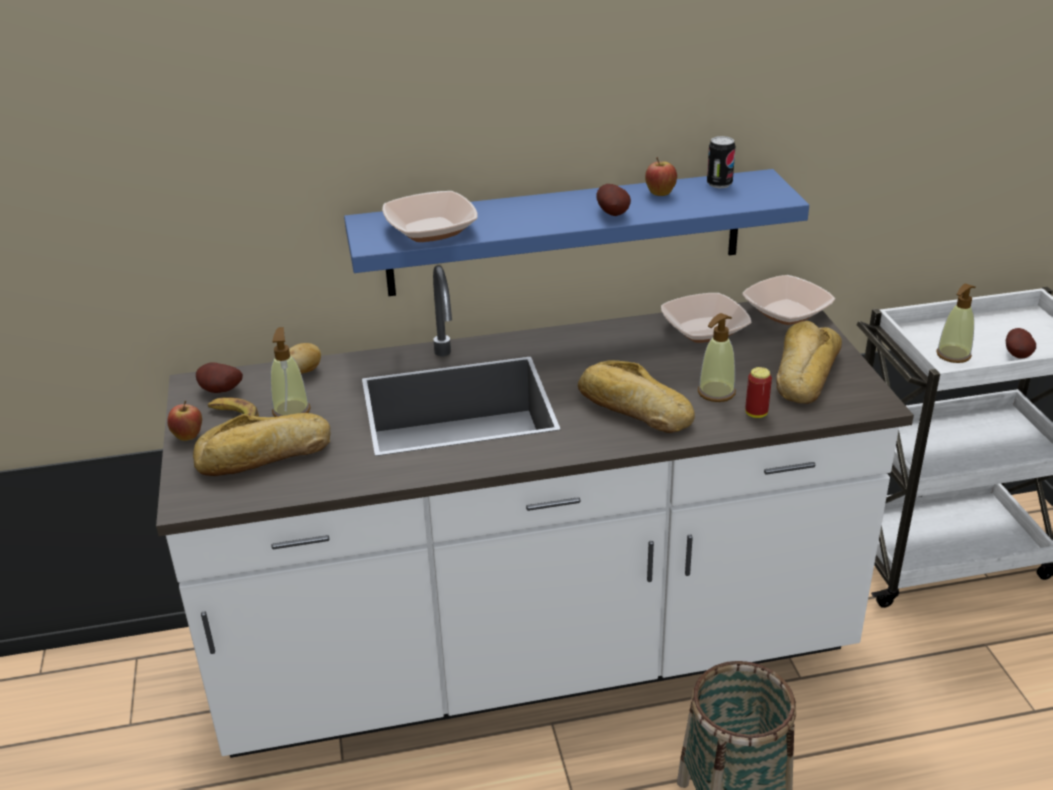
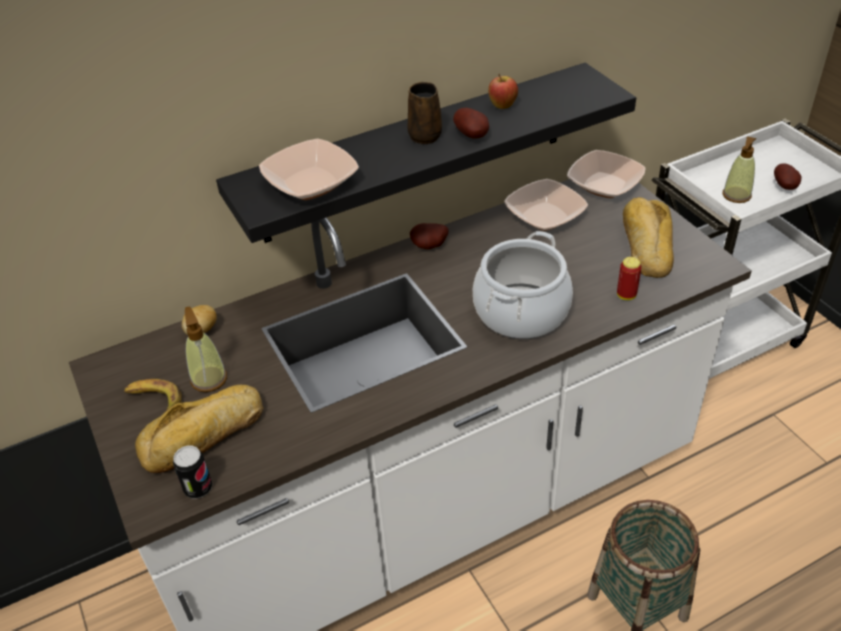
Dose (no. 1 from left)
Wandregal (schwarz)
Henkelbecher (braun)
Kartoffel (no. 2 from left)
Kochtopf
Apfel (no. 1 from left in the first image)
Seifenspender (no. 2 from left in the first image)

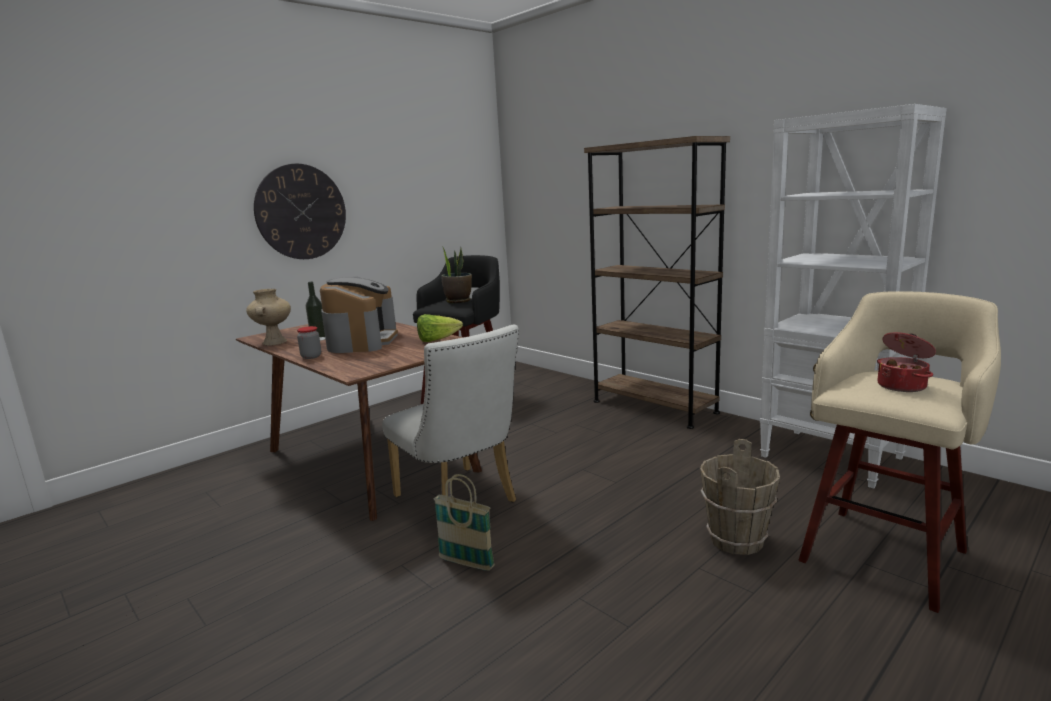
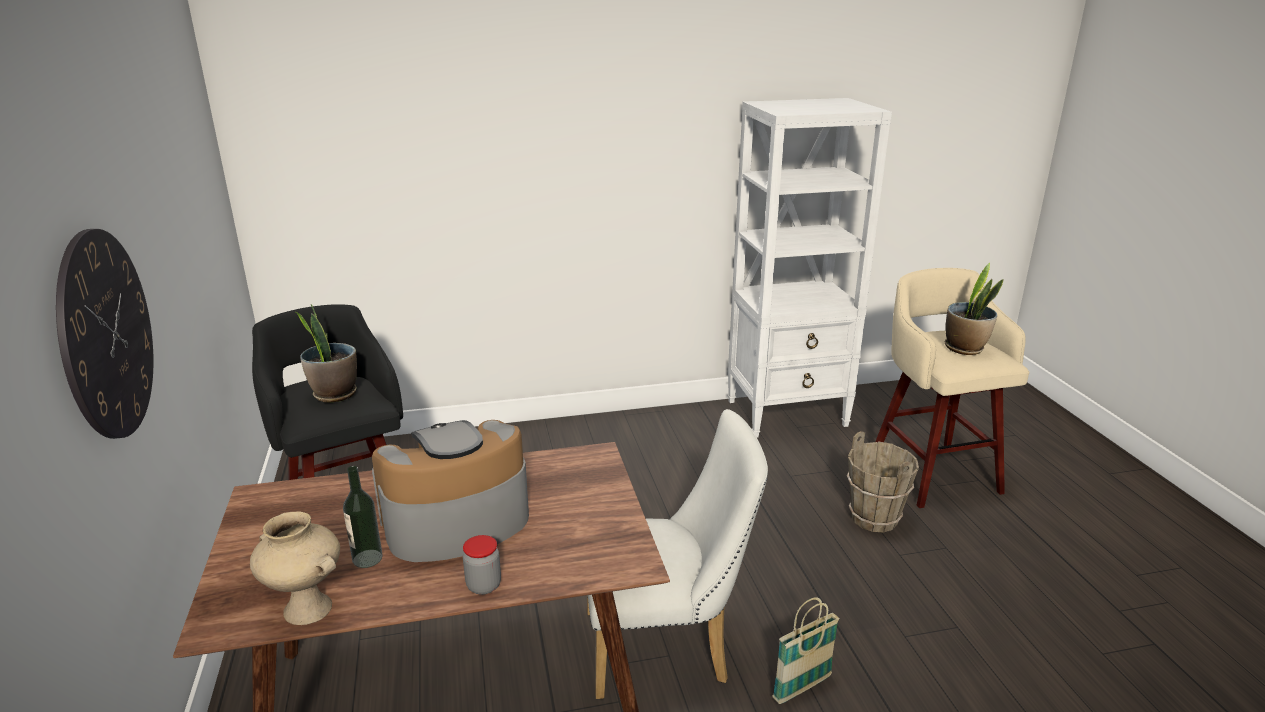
Kaffeemaschine
Topfpflanze (no. 2 from left)
Salatkopf
Bücherregal (braun)

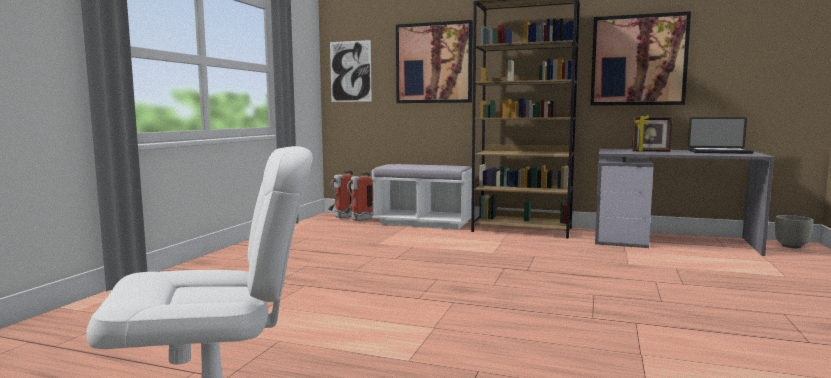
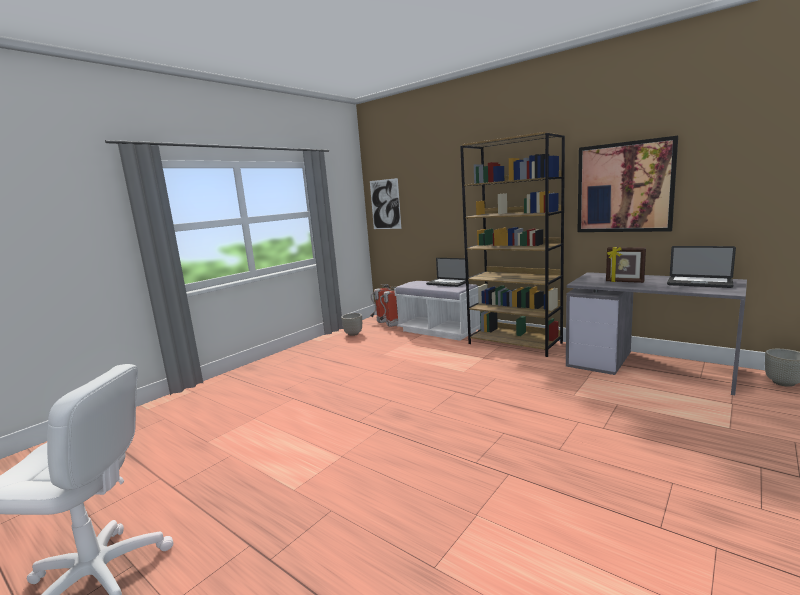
Pflanzkübel (grau) (no. 1 from left)
Laptop (no. 1 from left)
Bild (no. 2 from left in the first image)

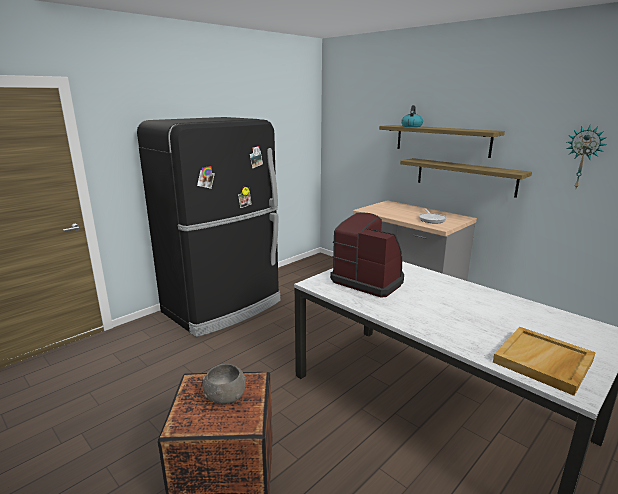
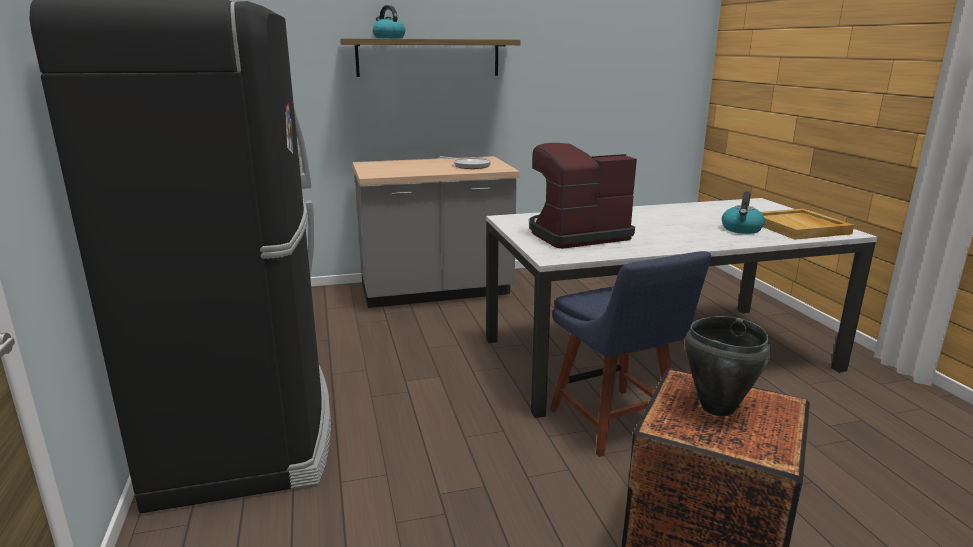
Stuhl (blau)
Kochtopf (schwarz)
Wasserkessel (no. 2 from left)
Wandregal (no. 2 from left in the first image)
Wanduhr

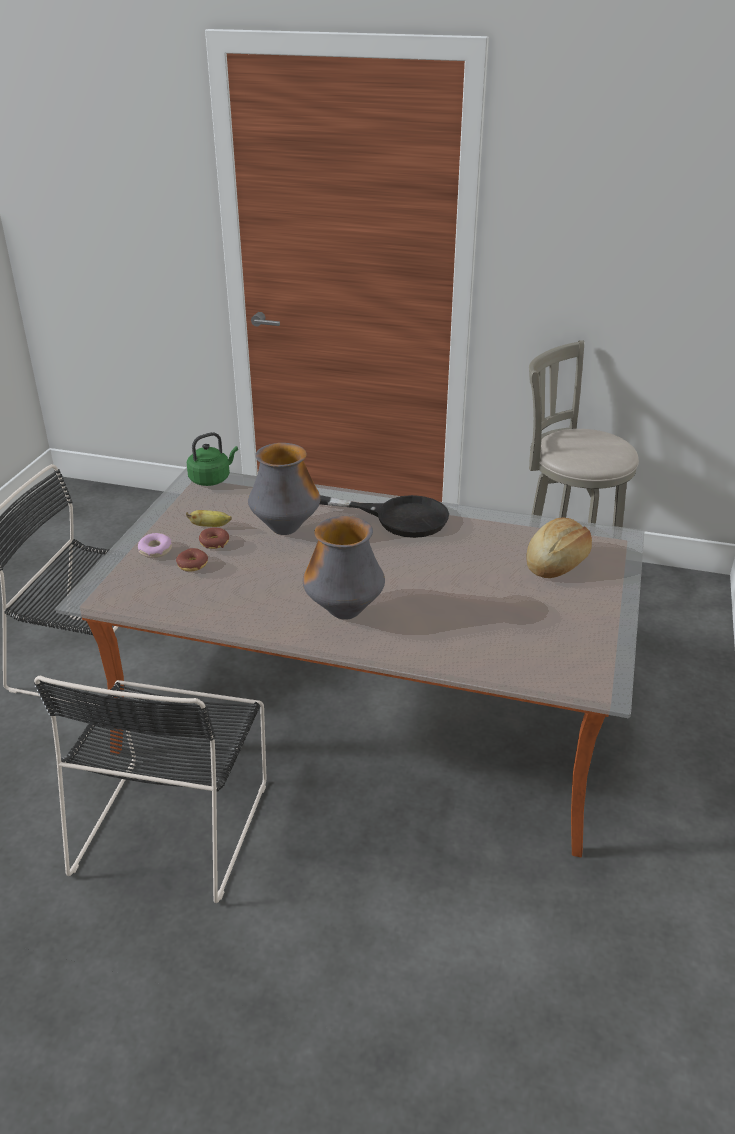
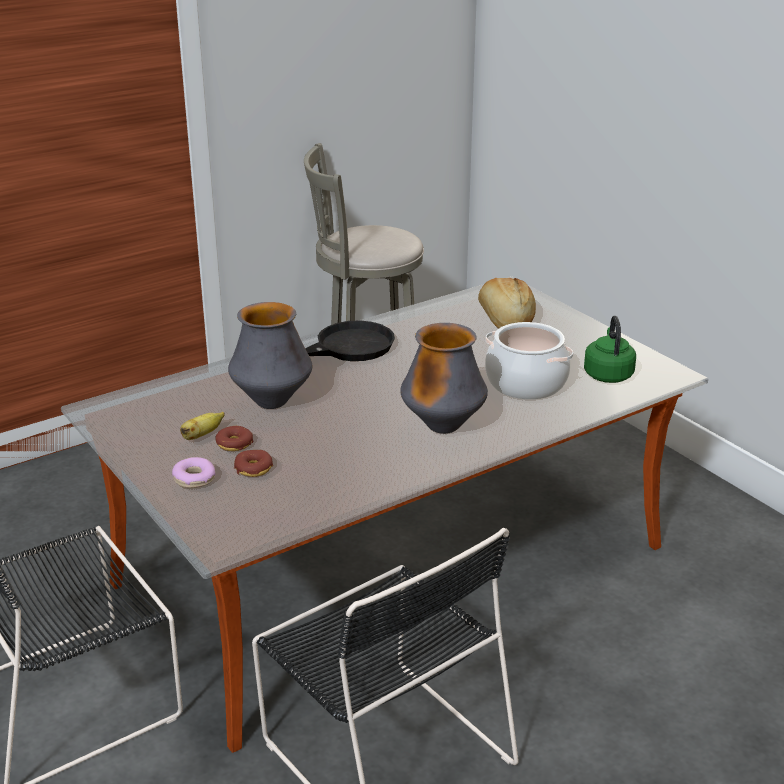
Kochtopf
Wasserkessel (grün)

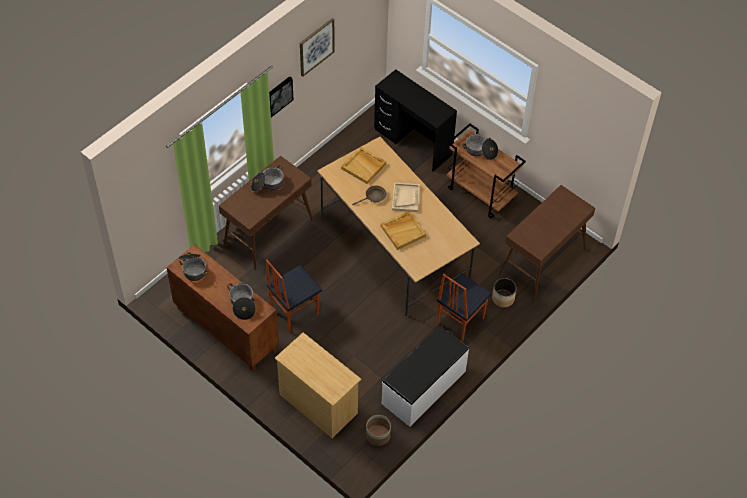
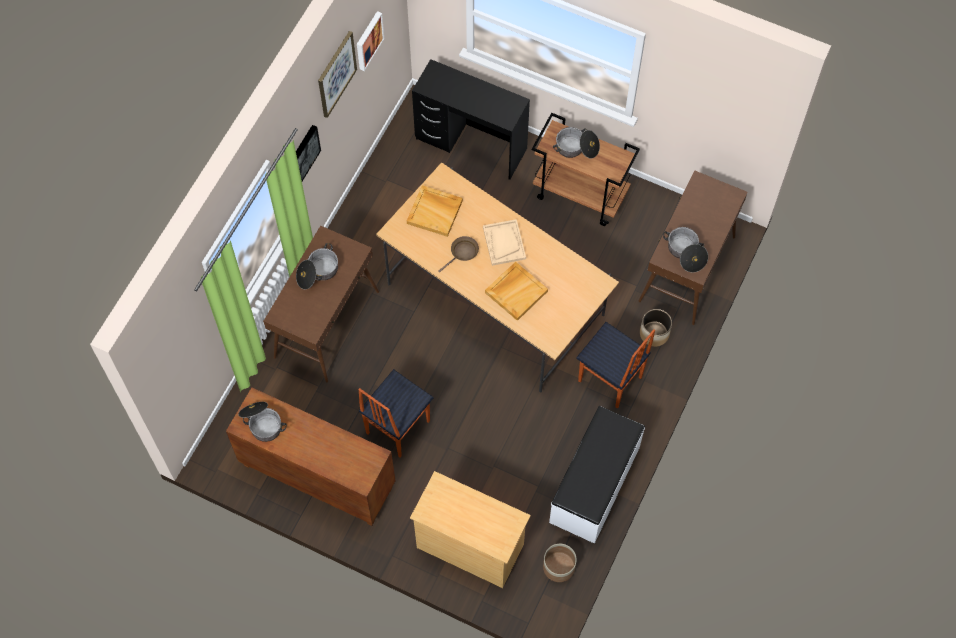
Bild (no. 3 from left)
Stuhl (no. 2 from left)
Kochtopf (no. 4 from left)

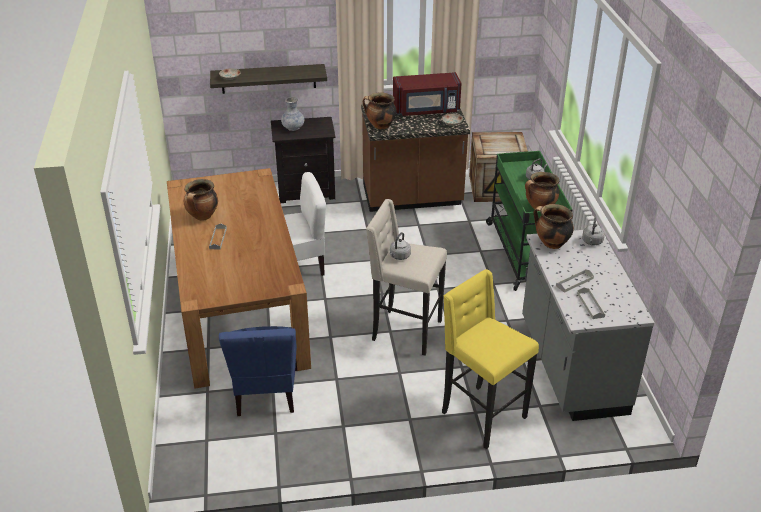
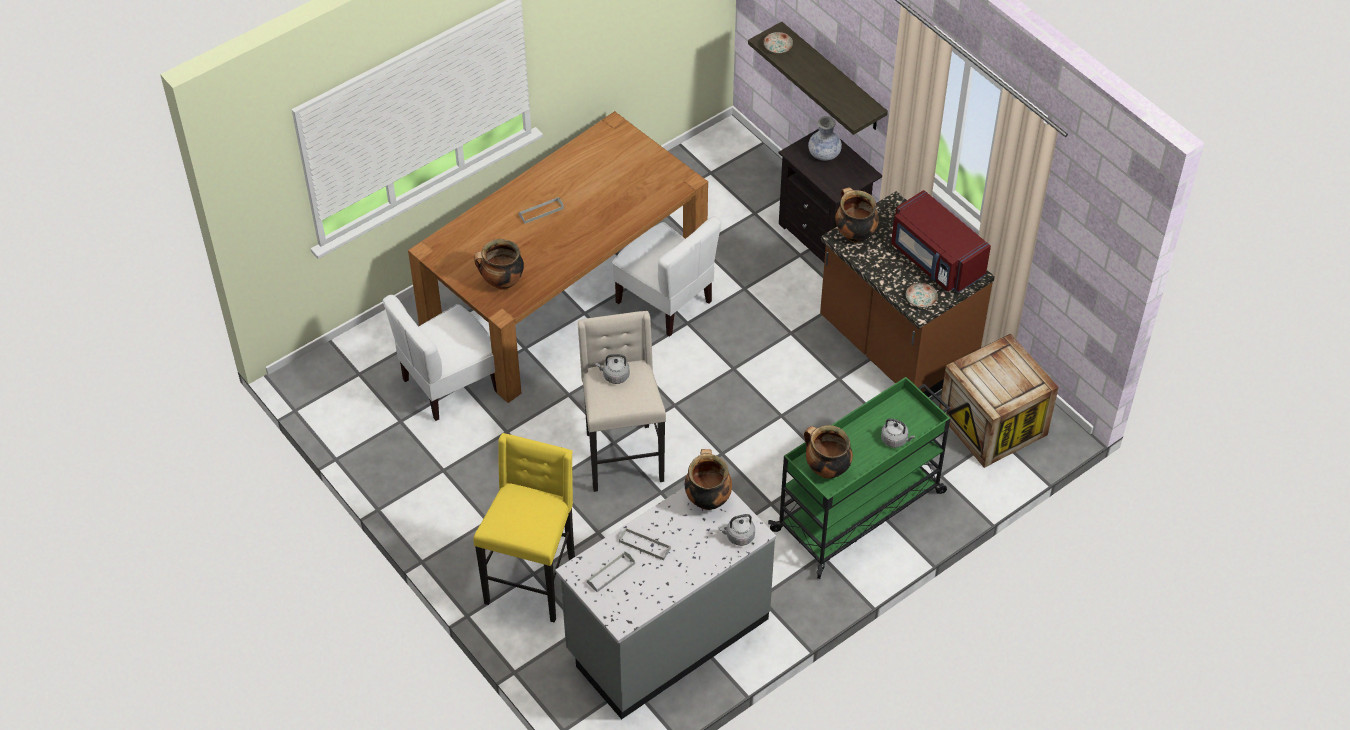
Stuhl (weiß) (no. 1 from left)
Kochtopf (no. 1 from left)

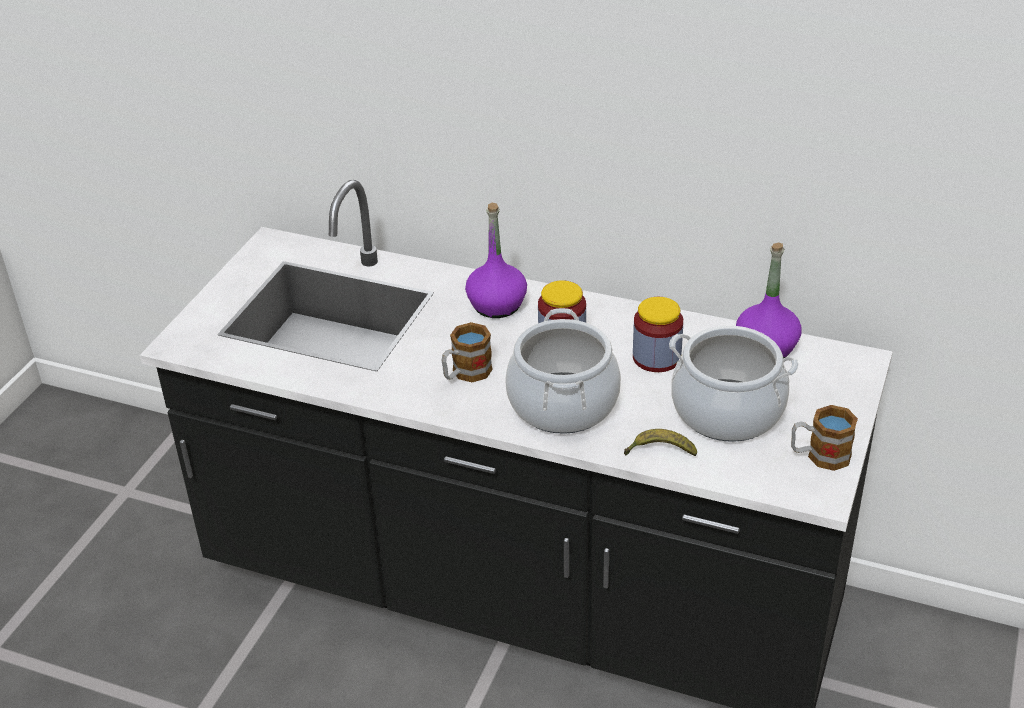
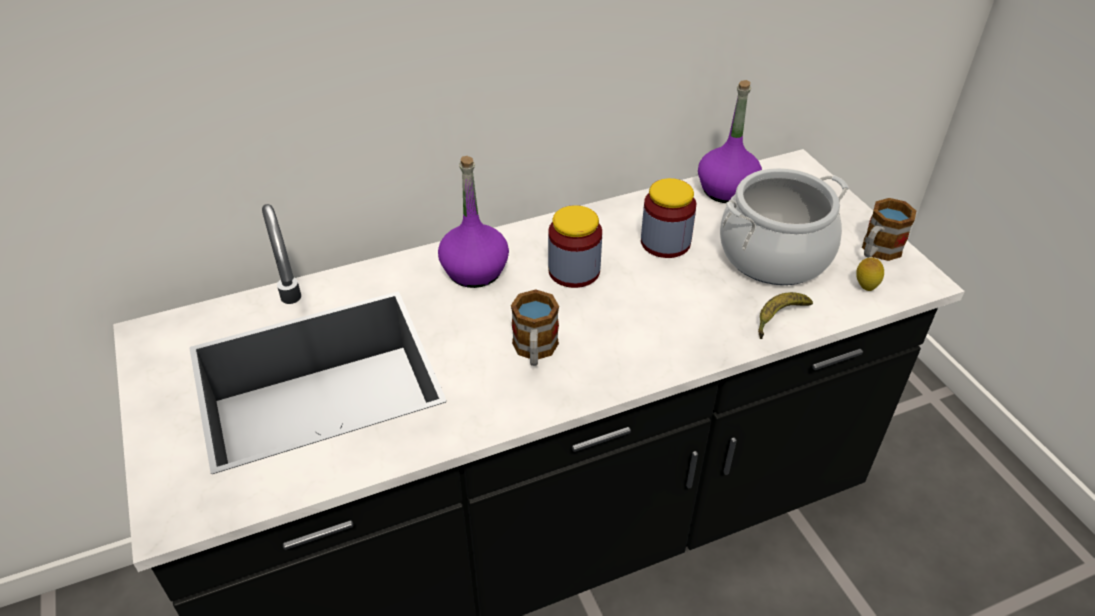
Zitrone
Kochtopf (no. 1 from left in the first image)

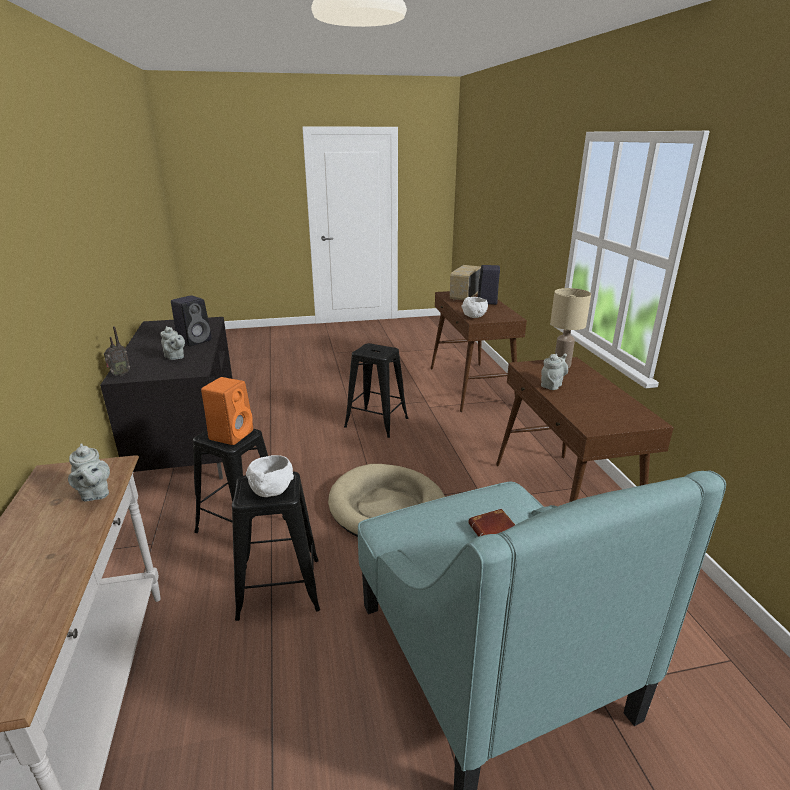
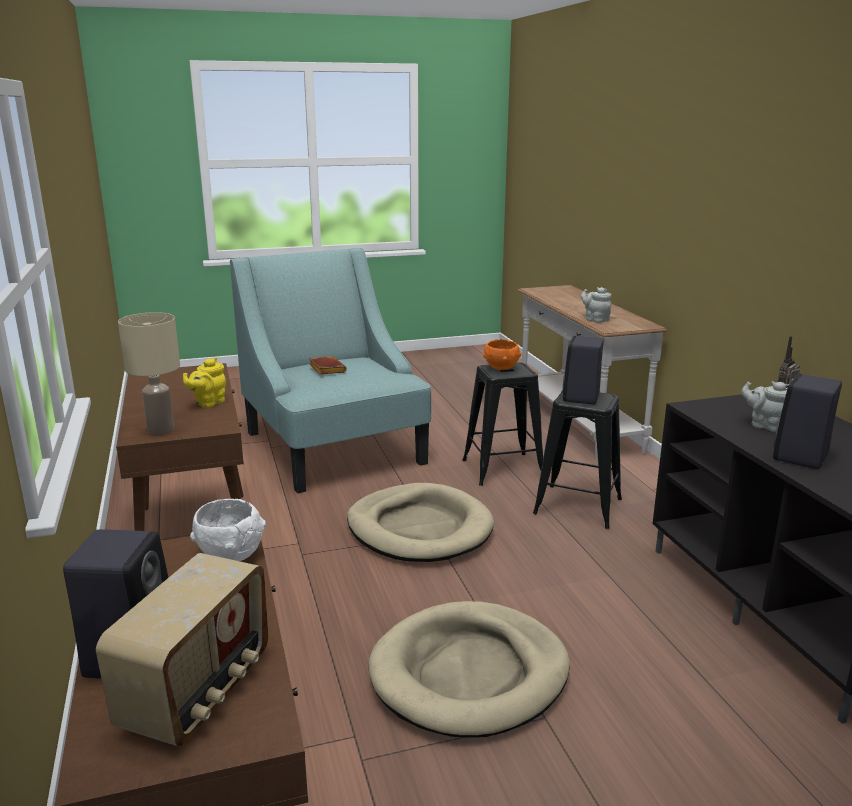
Teekanne (gelb)
Hundebett (beige) (no. 2 from left)
Schüssel (orange)
Lautsprecher (schwarz) (no. 2 from left)

